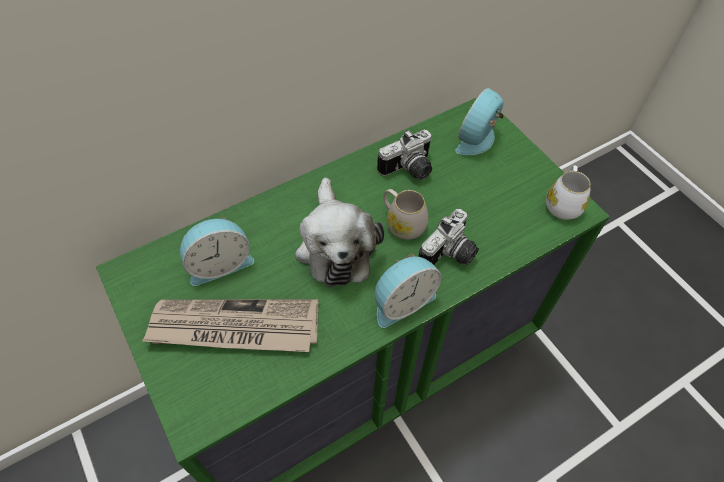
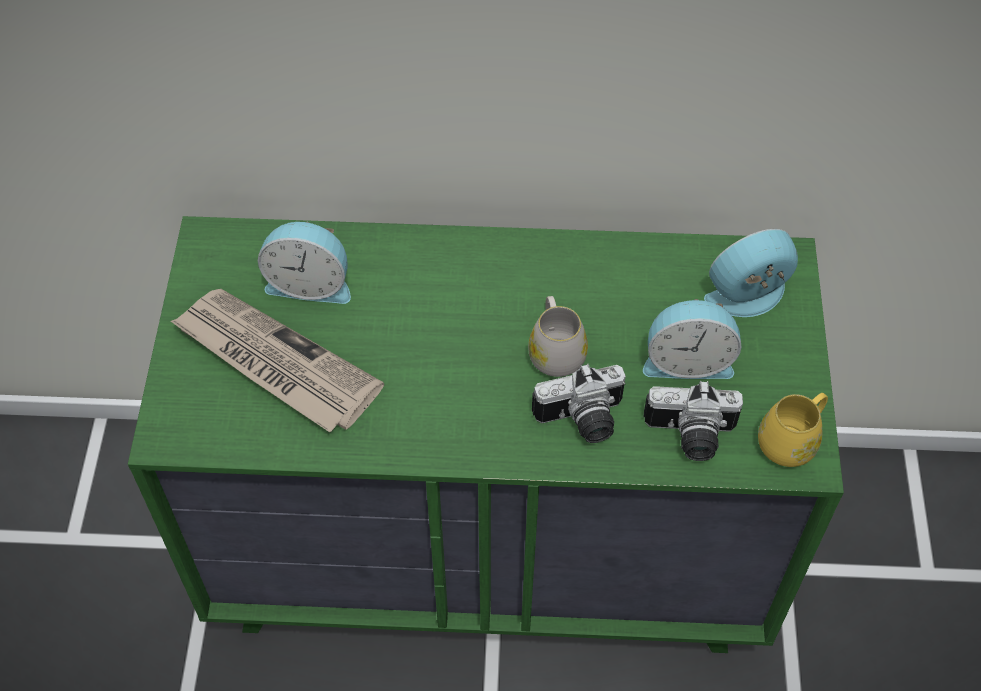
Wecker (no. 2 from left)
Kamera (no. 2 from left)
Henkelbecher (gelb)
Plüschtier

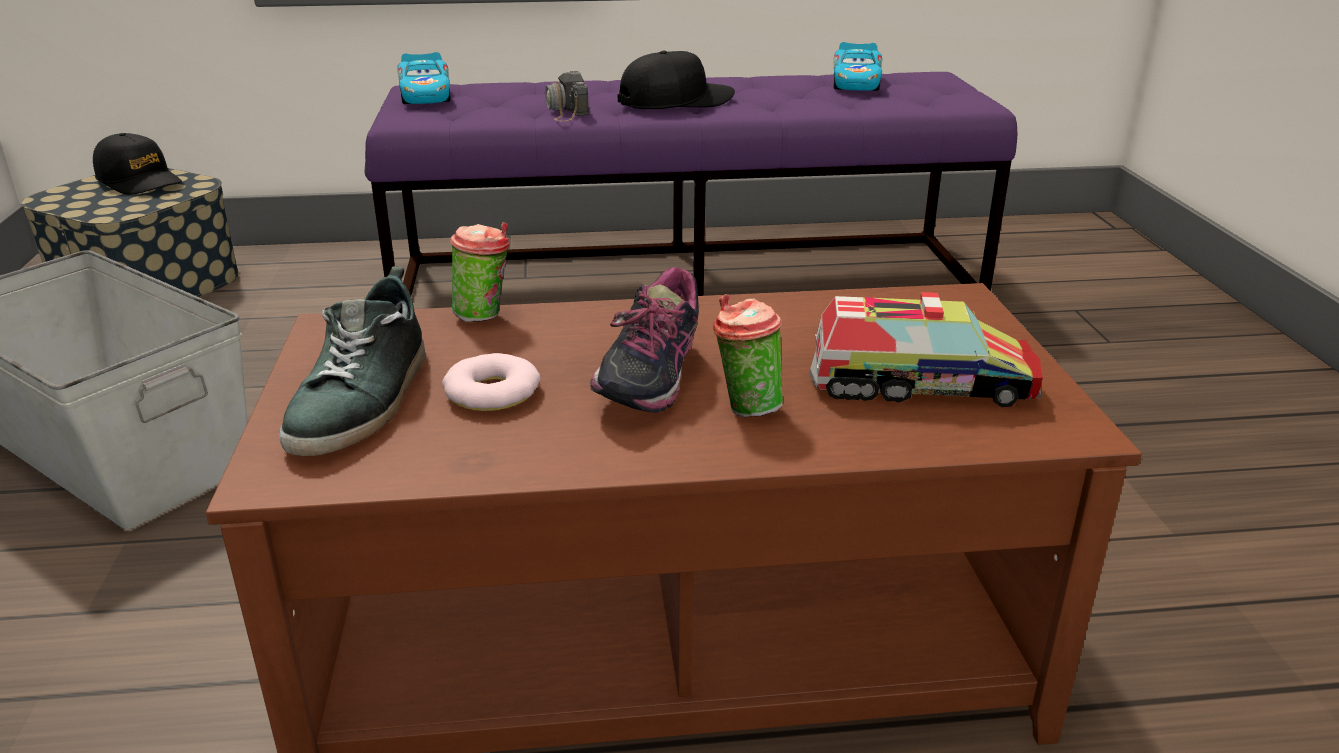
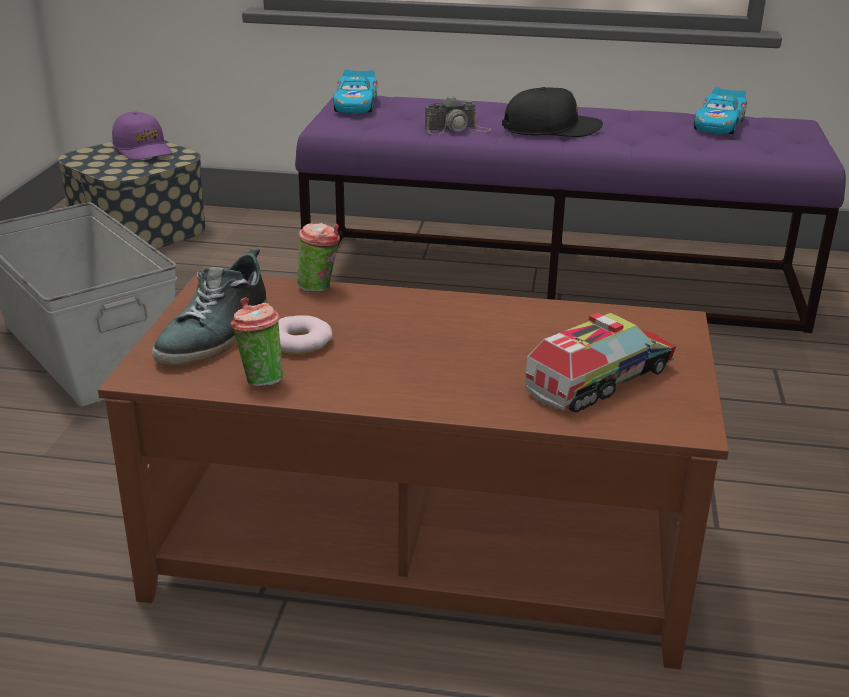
Kappe (lila)
Tasse (no. 1 from left)
Kamera
Spielzeuglaster
Schuh (no. 2 from left in the first image)

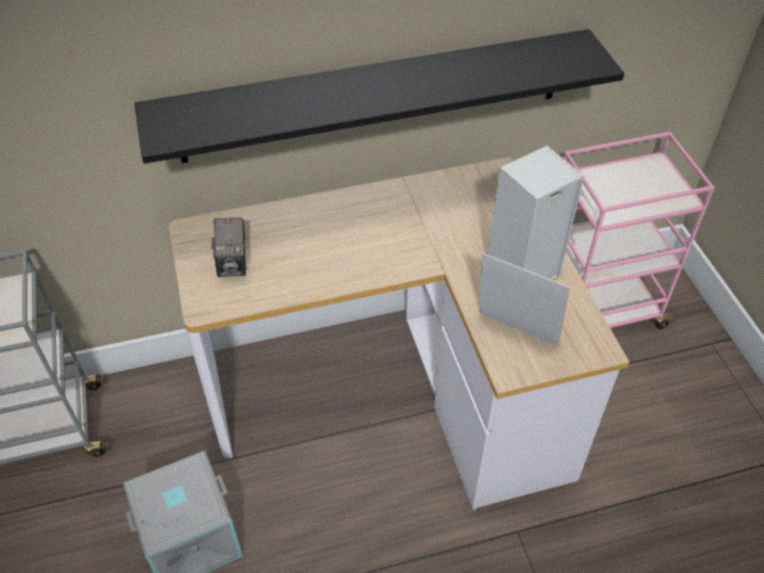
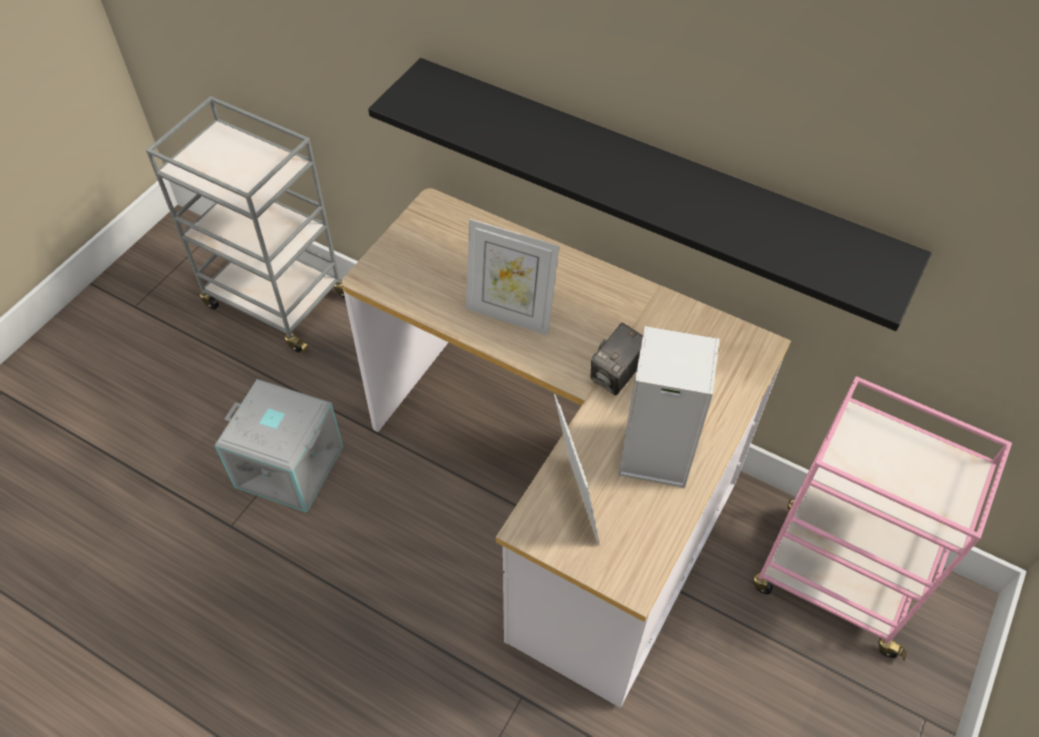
Bilderrahmen (no. 1 from left)
Kamera

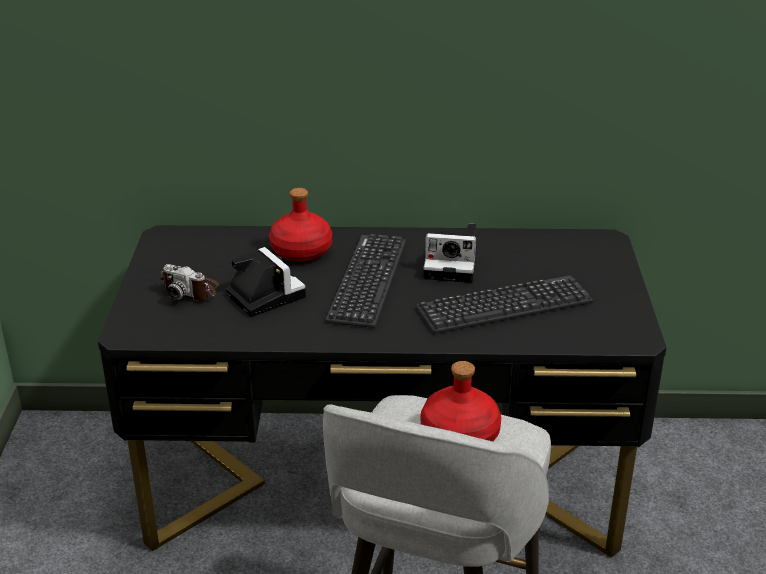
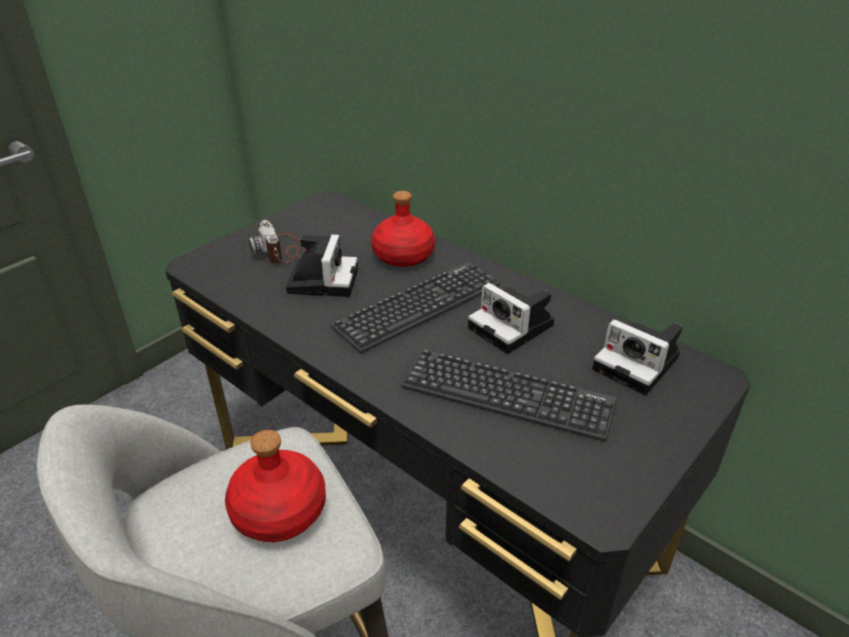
Kamera (no. 4 from left)

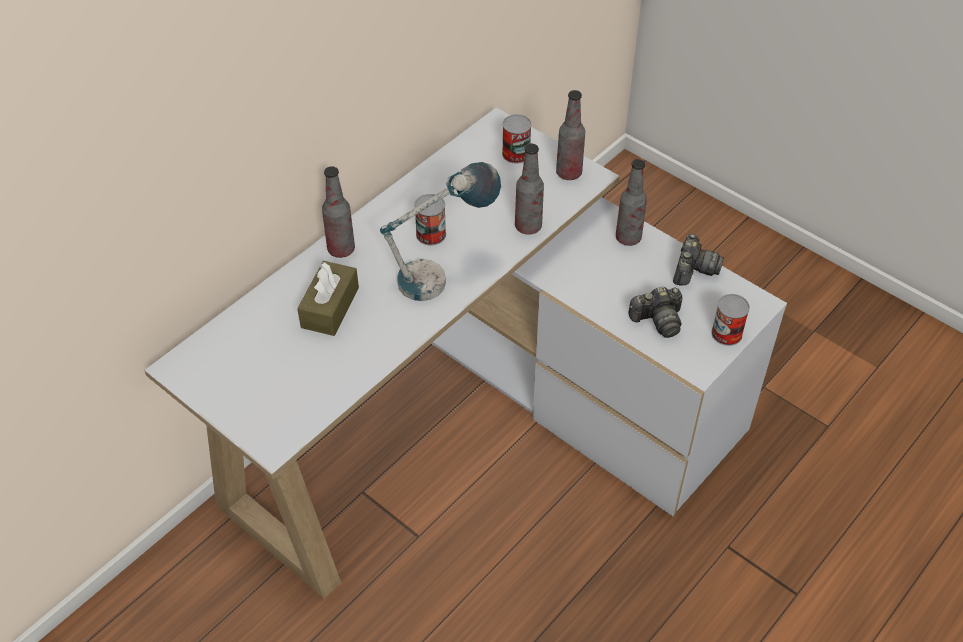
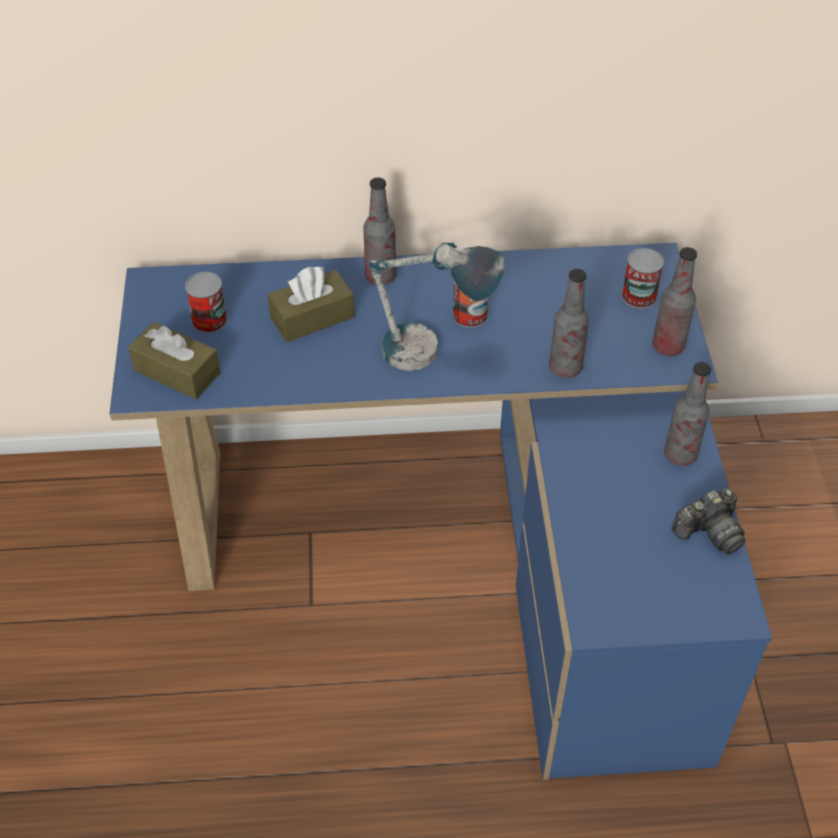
Schreibtisch (blau)
Taschentuchbox (braun) (no. 1 from left)
Dose (no. 1 from left)
Kamera (no. 1 from left in the first image)

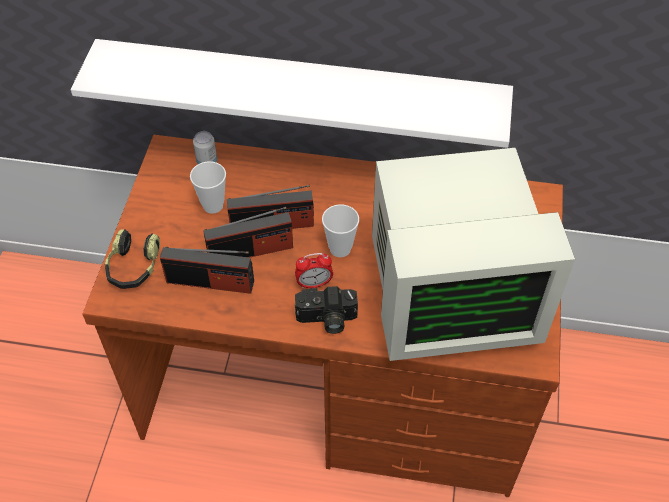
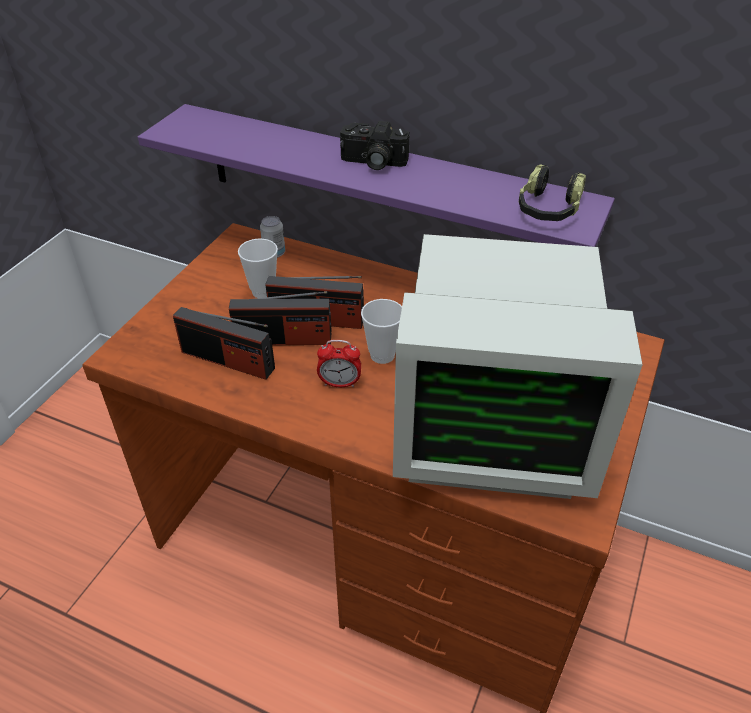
Wandregal (lila)
Kamera
Kopfhörer

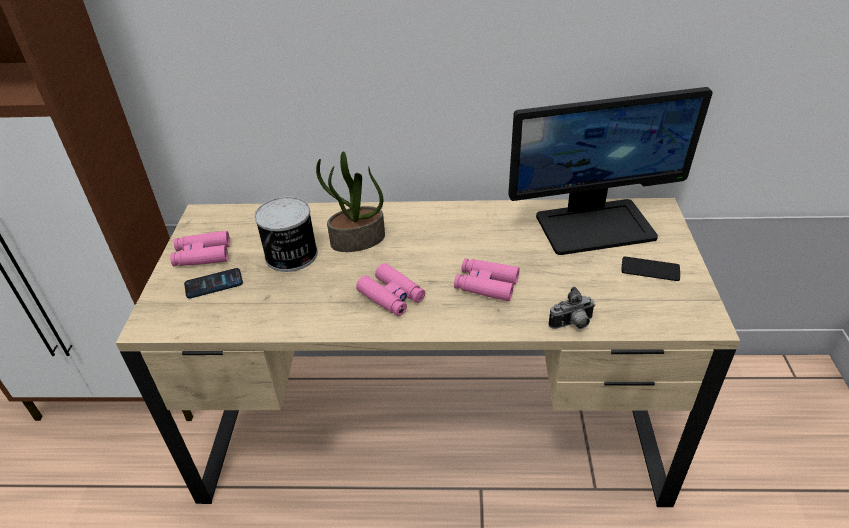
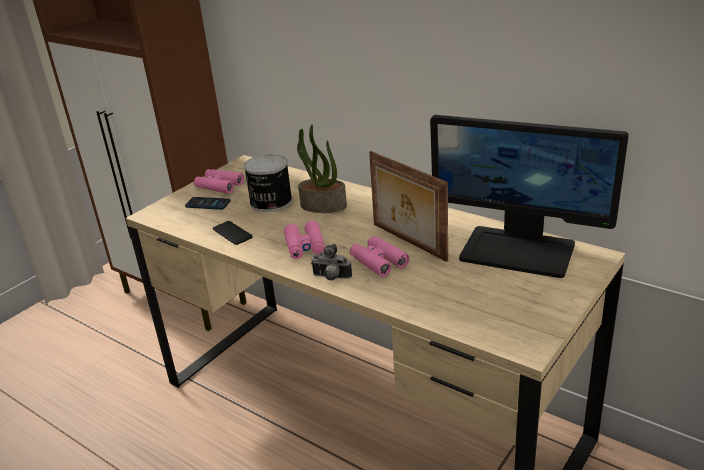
Handy (no. 2 from left)
Kamera
Bilderrahmen

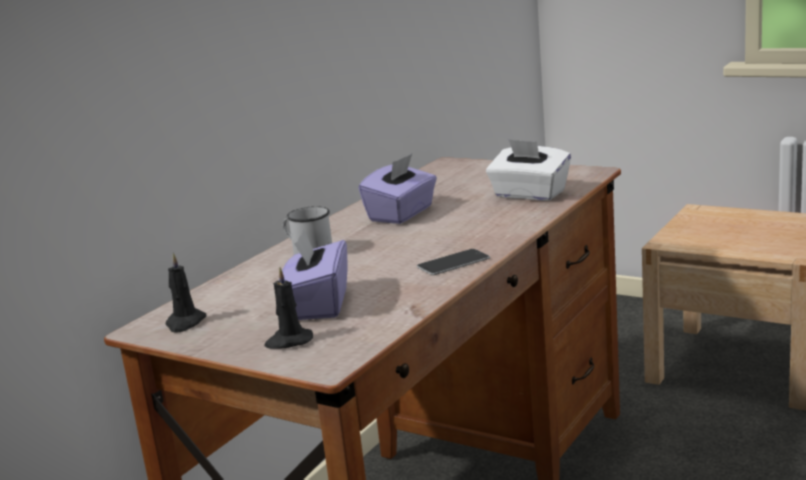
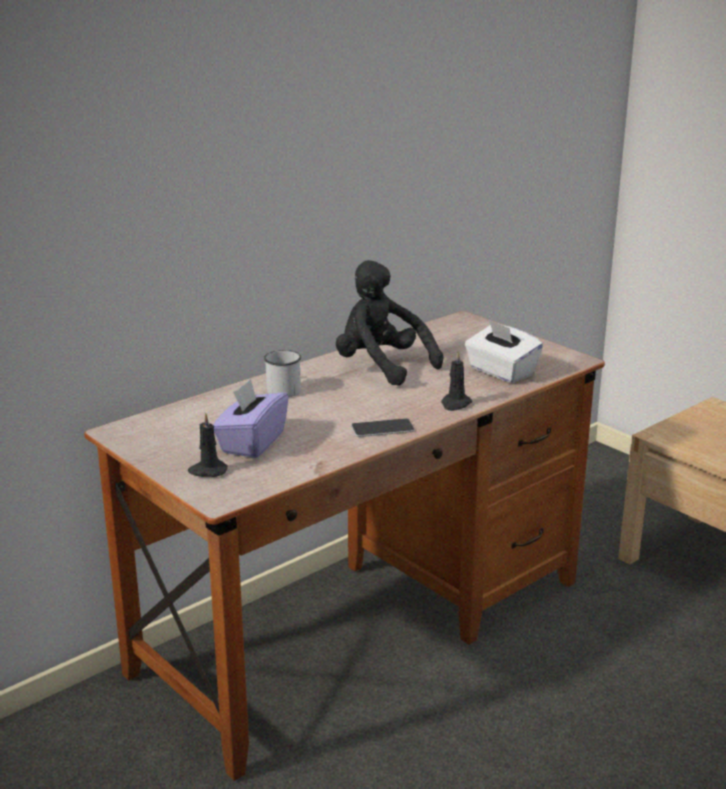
Plüschtier (schwarz)
Kerze (schwarz) (no. 2 from left)

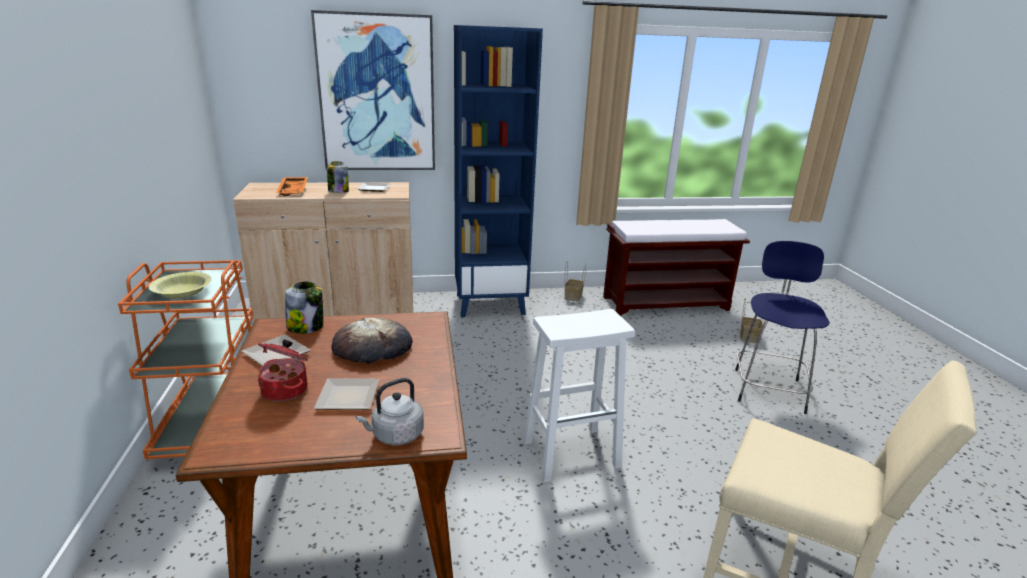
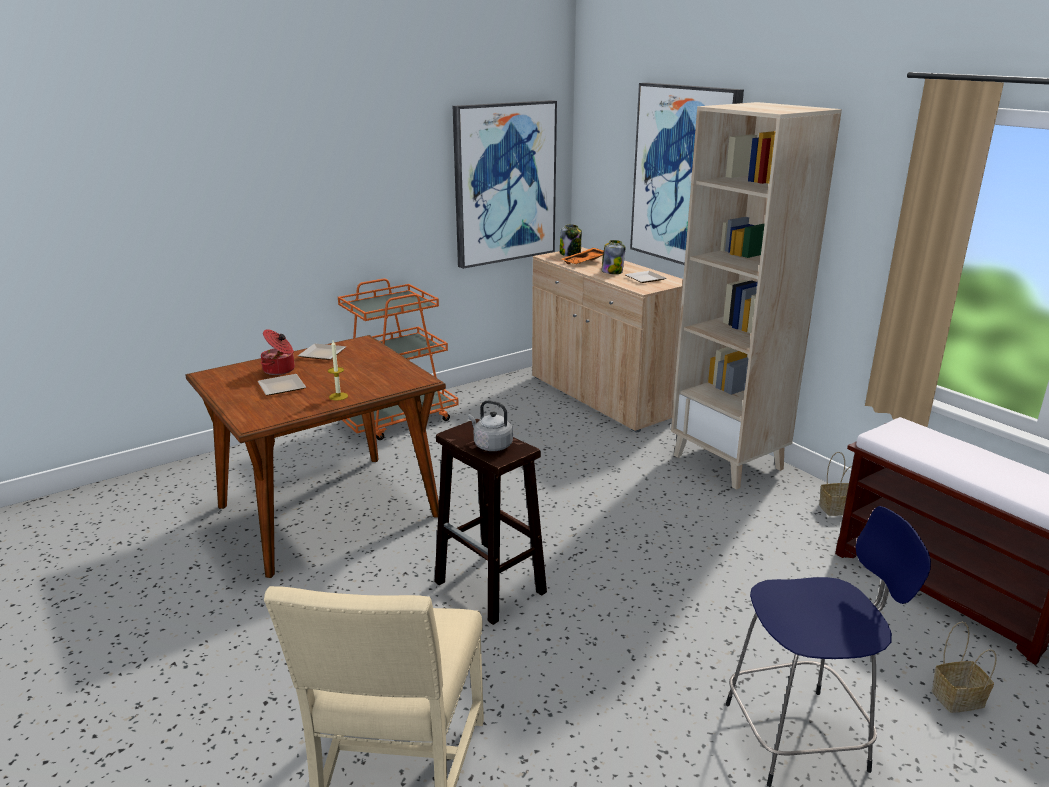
Kerze
Hocker (braun)
Bild (no. 1 from left)
Wasserkessel (grau)
Vorratsglas (no. 1 from left)
Bücherregal (beige)
Schüssel (gelb)
Brot

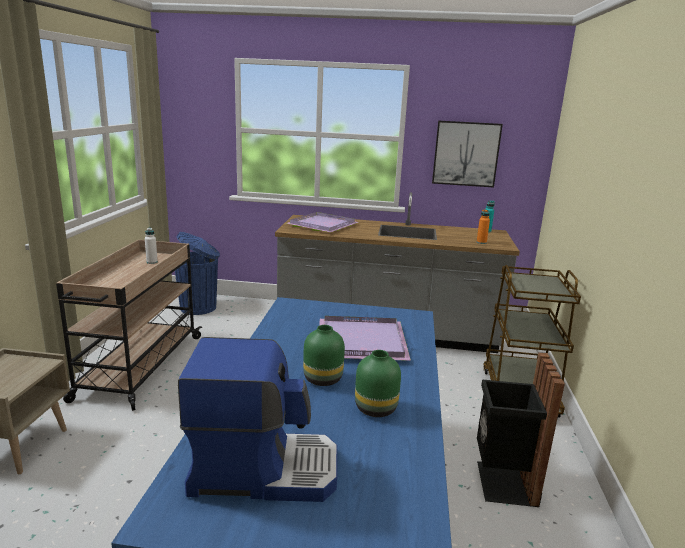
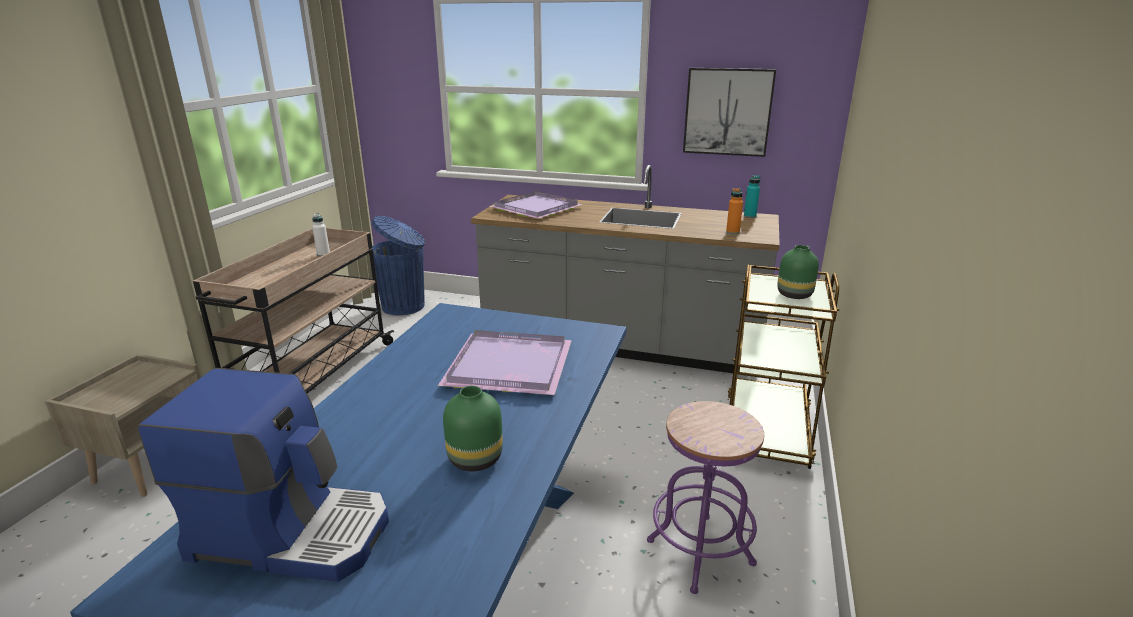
Hocker (lila)
Vase (grün) (no. 2 from left)

